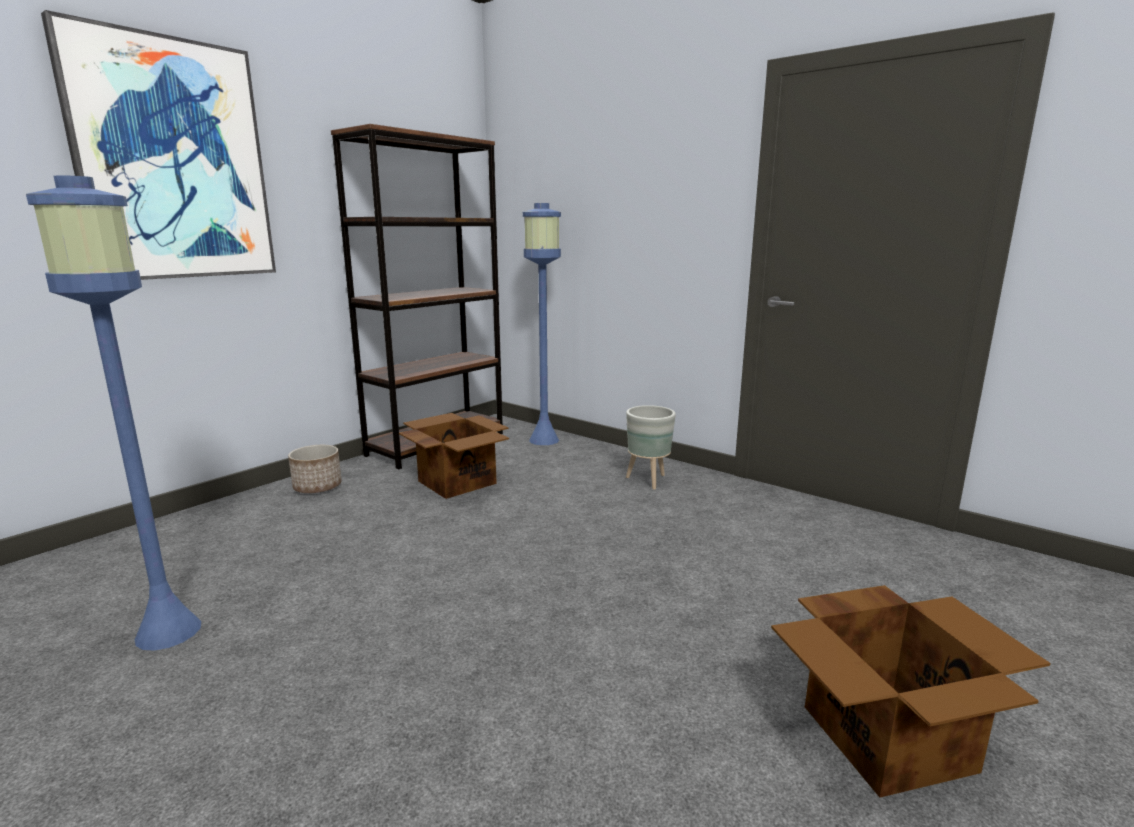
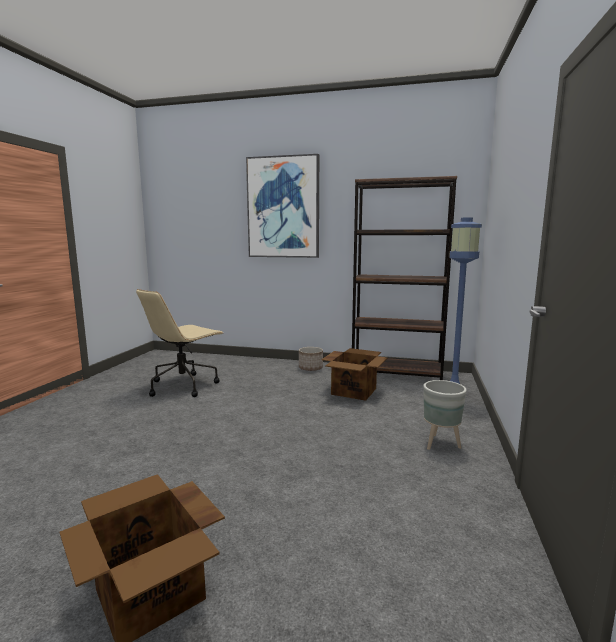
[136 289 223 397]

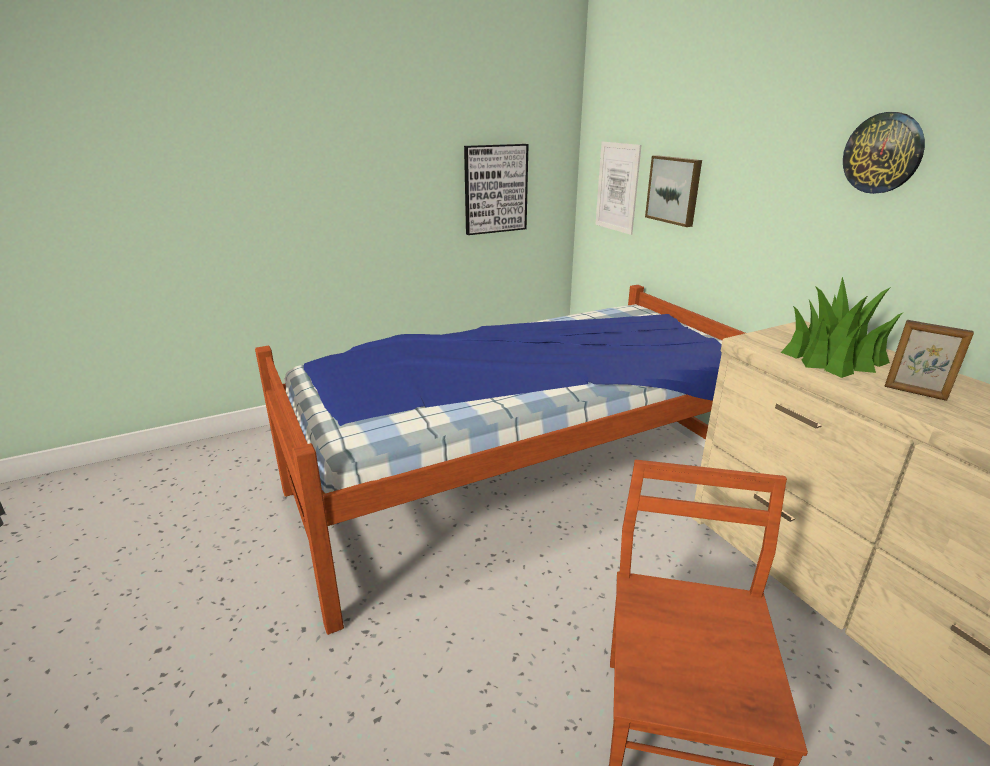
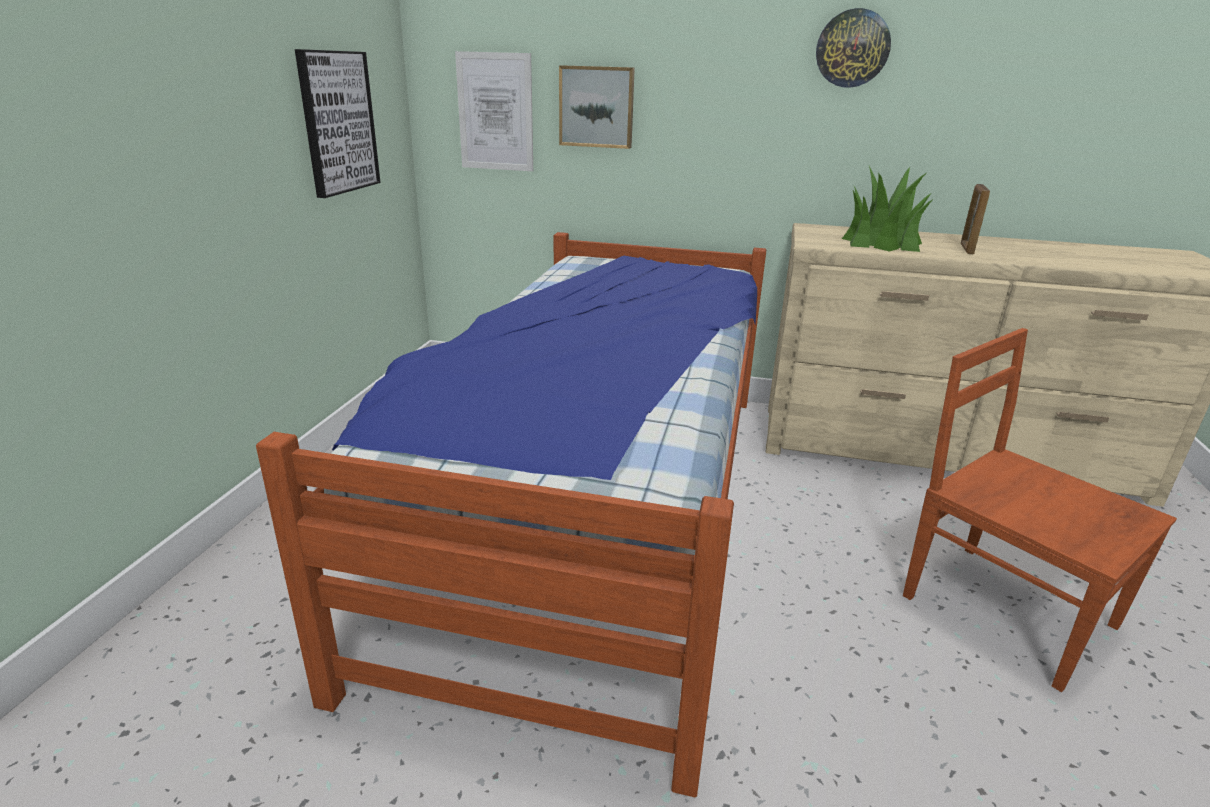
[961 184 990 254]

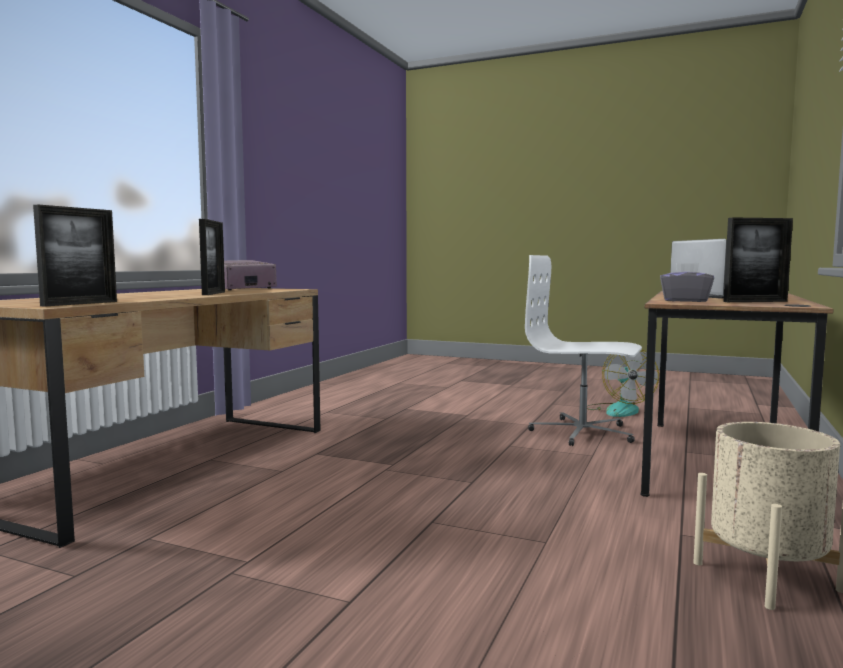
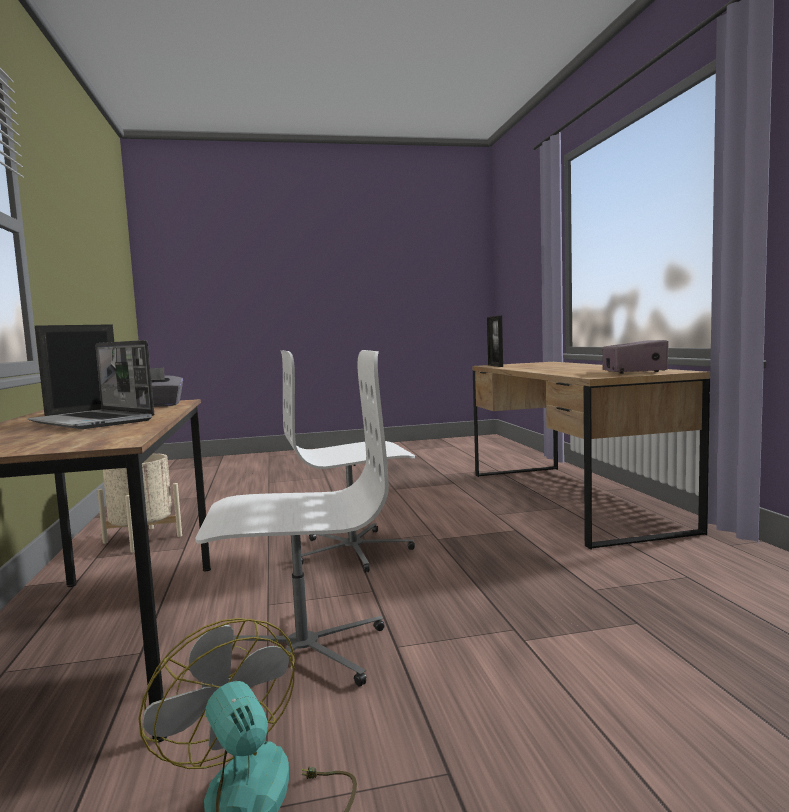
[199 219 225 295] (first image)
[280 350 415 573]

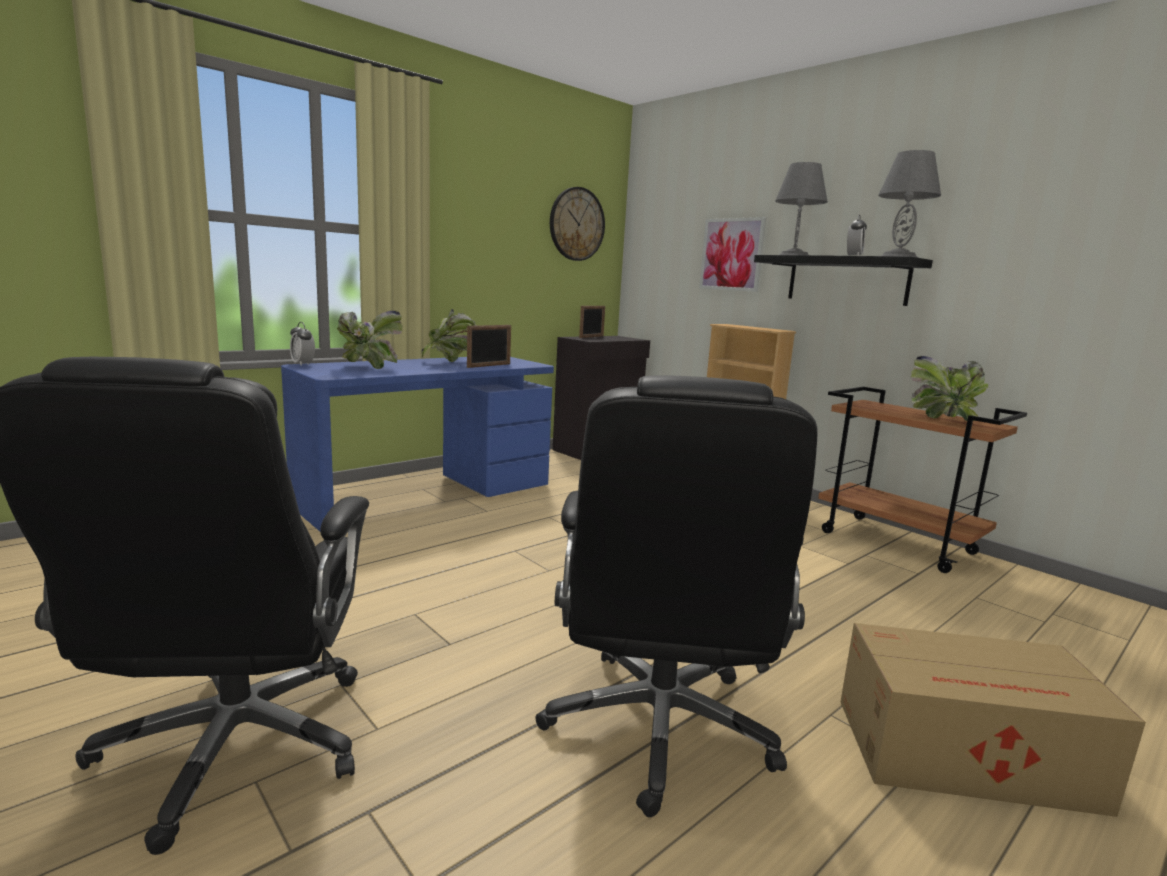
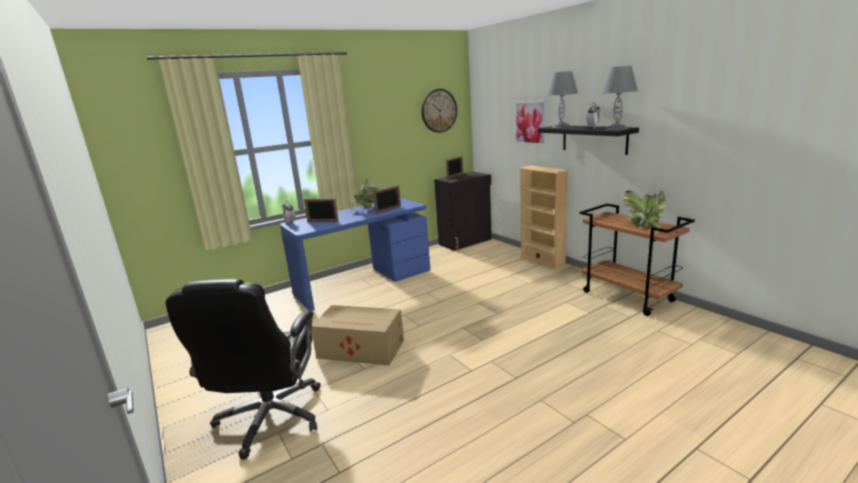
[304 198 339 222]
[535 375 818 817] (first image)
[311 305 404 366]

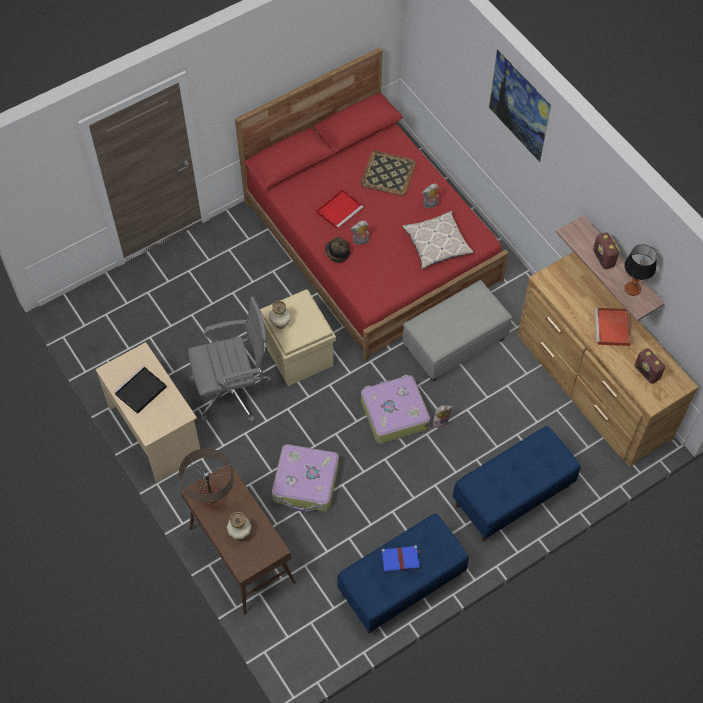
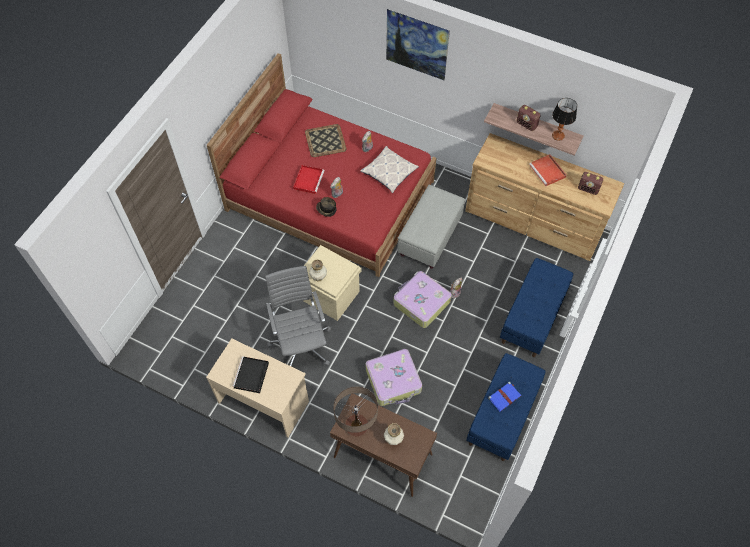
[265 266 332 367]

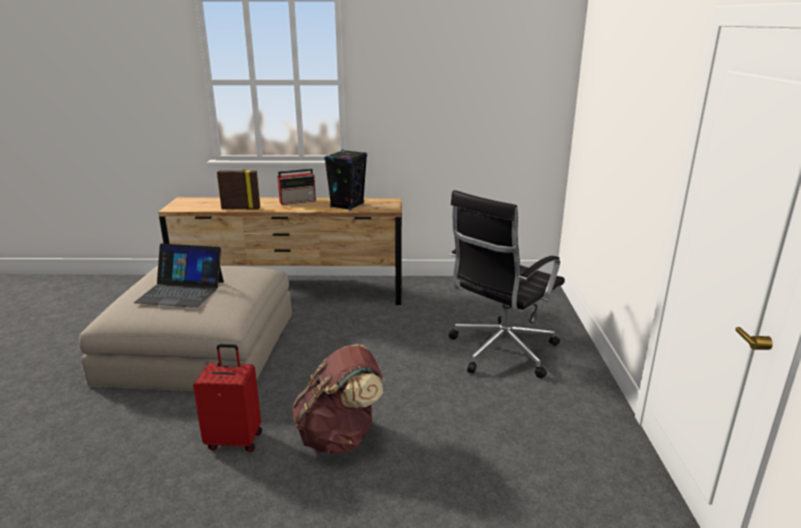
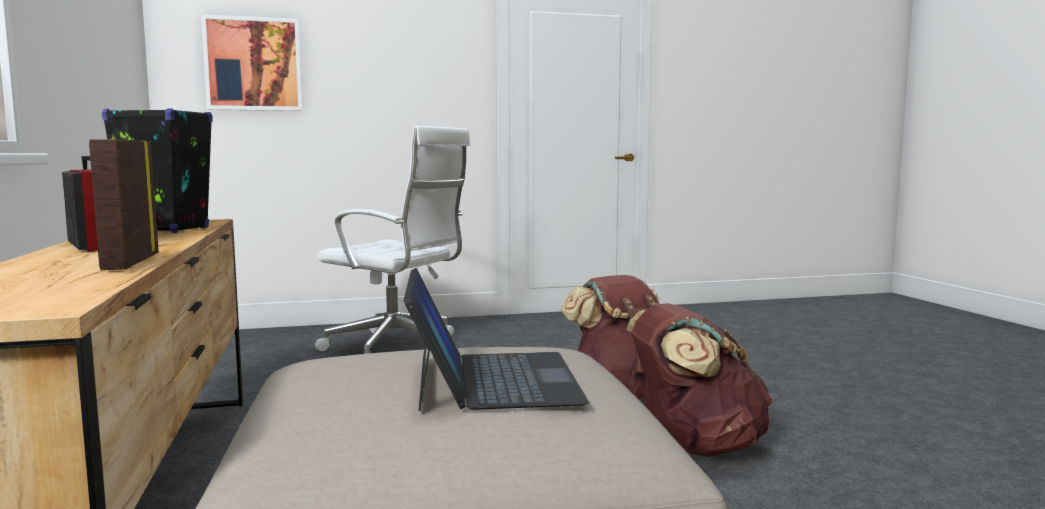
[627 303 773 457]
[315 126 471 354]
[201 14 303 111]

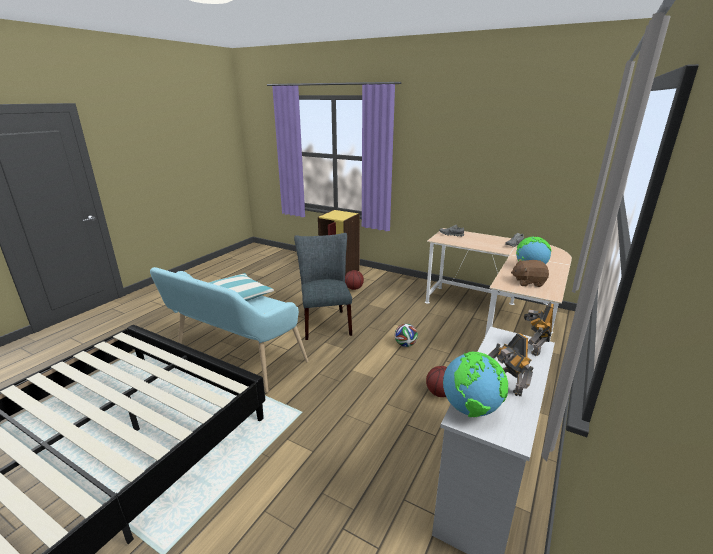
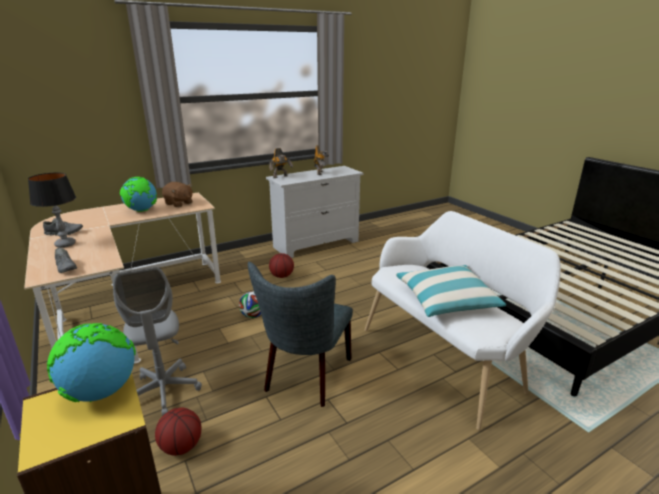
[365 211 561 430]
[47 323 136 403]
[28 172 76 248]
[113 267 202 416]

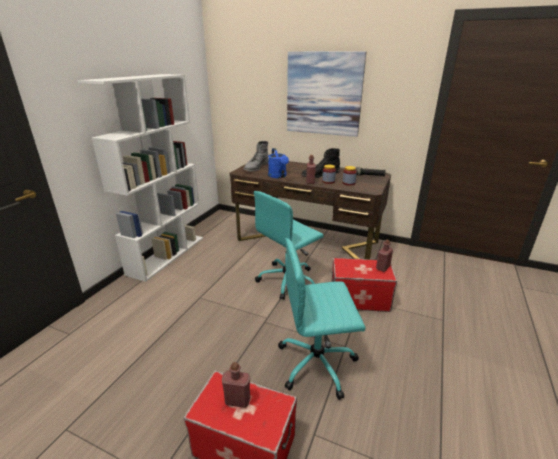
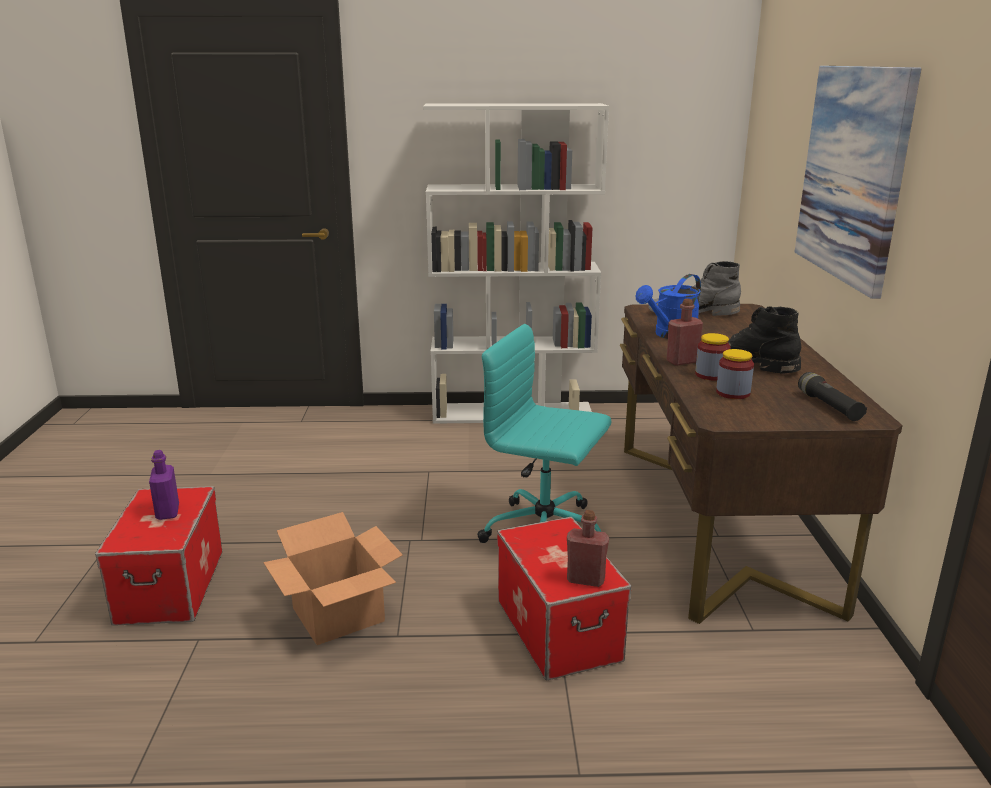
[149 450 179 520]
[263 512 403 645]

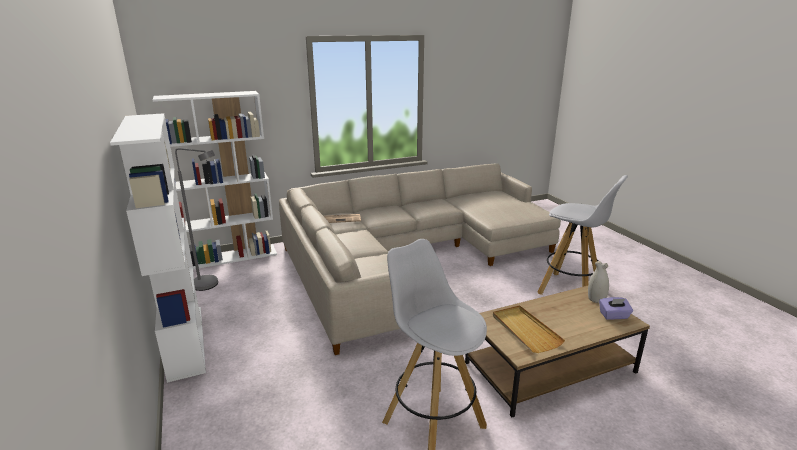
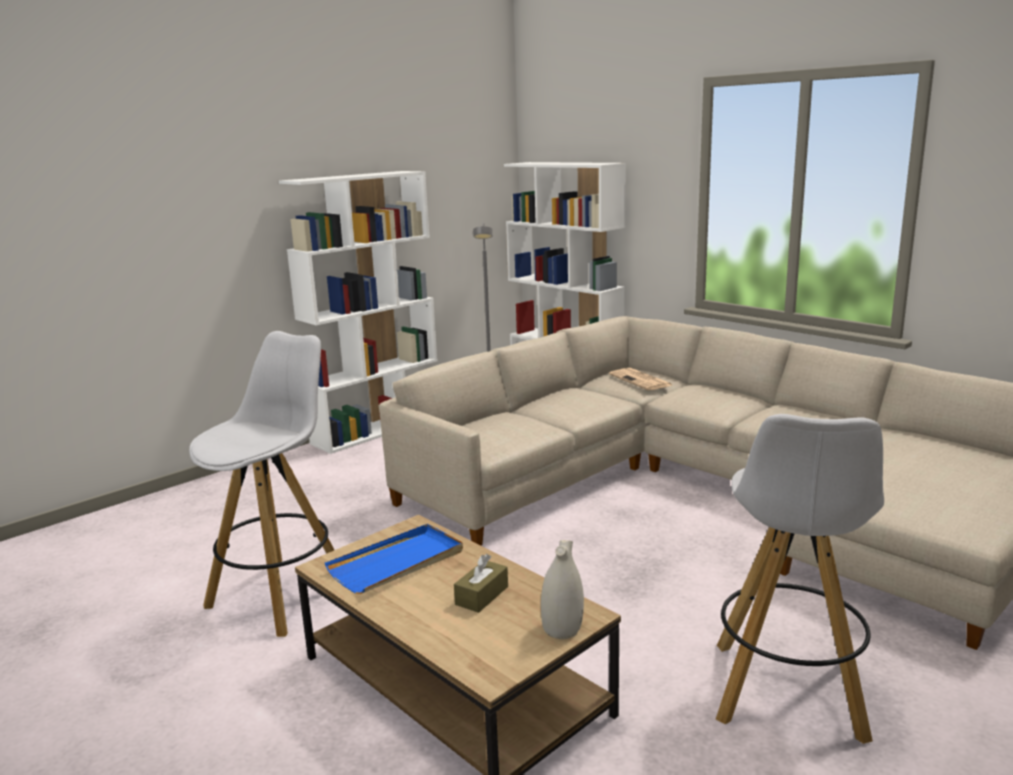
[325 524 463 594]
[599 297 633 320] (first image)
[454 554 508 613]

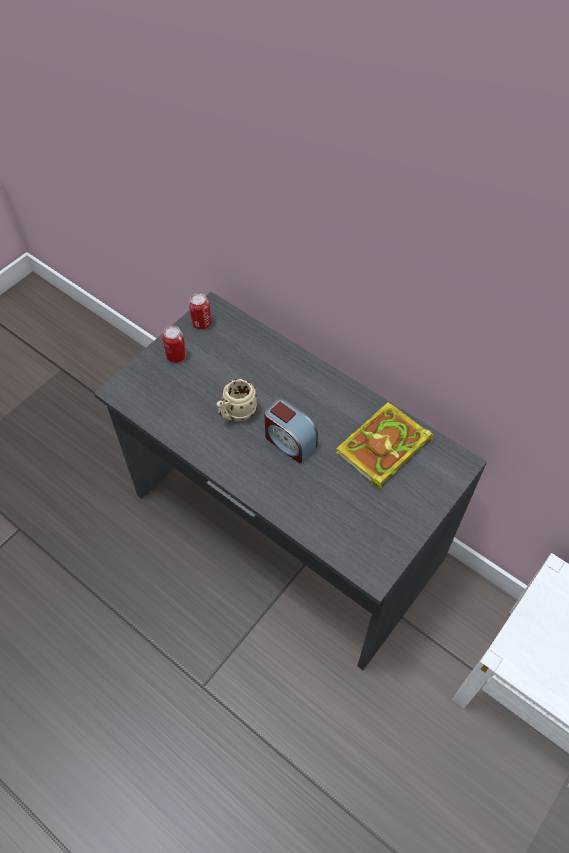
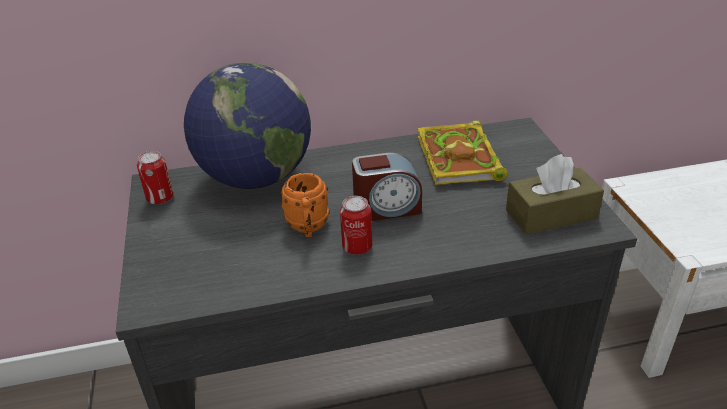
[340 196 372 255]
[280 173 330 237]
[184 62 311 189]
[506 154 604 235]

